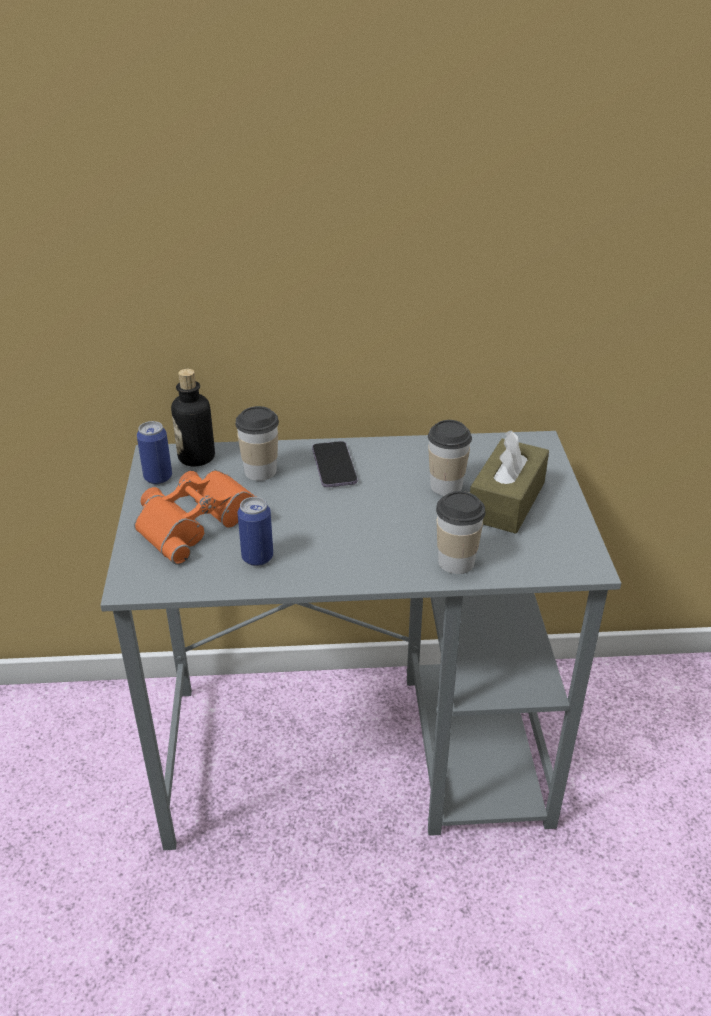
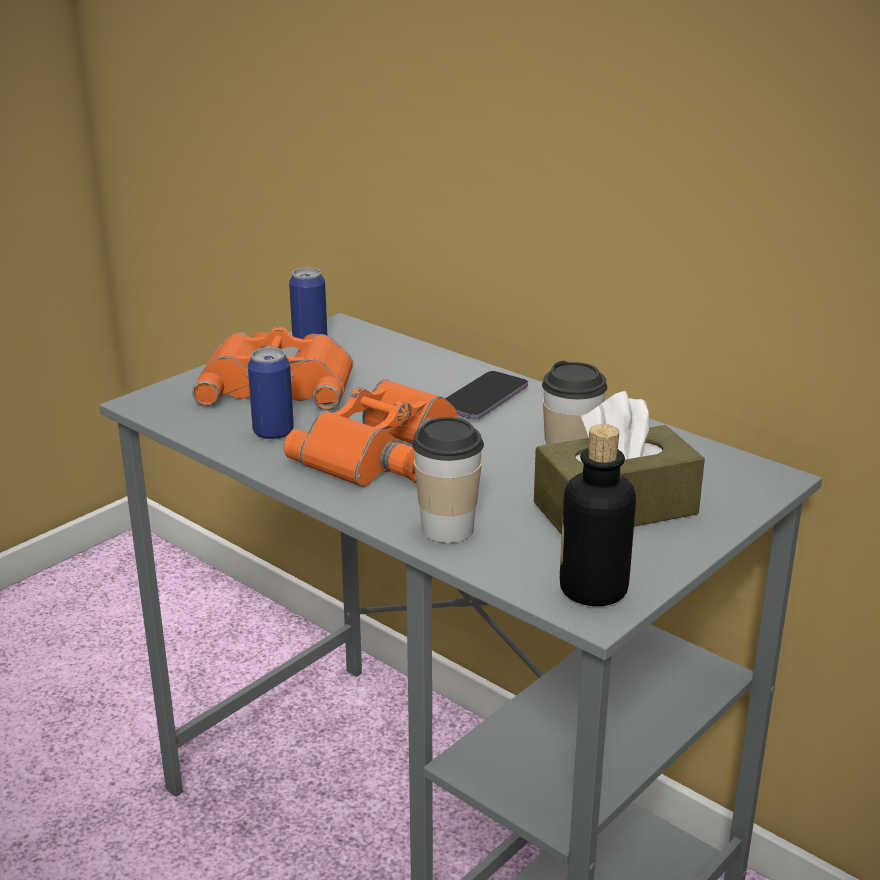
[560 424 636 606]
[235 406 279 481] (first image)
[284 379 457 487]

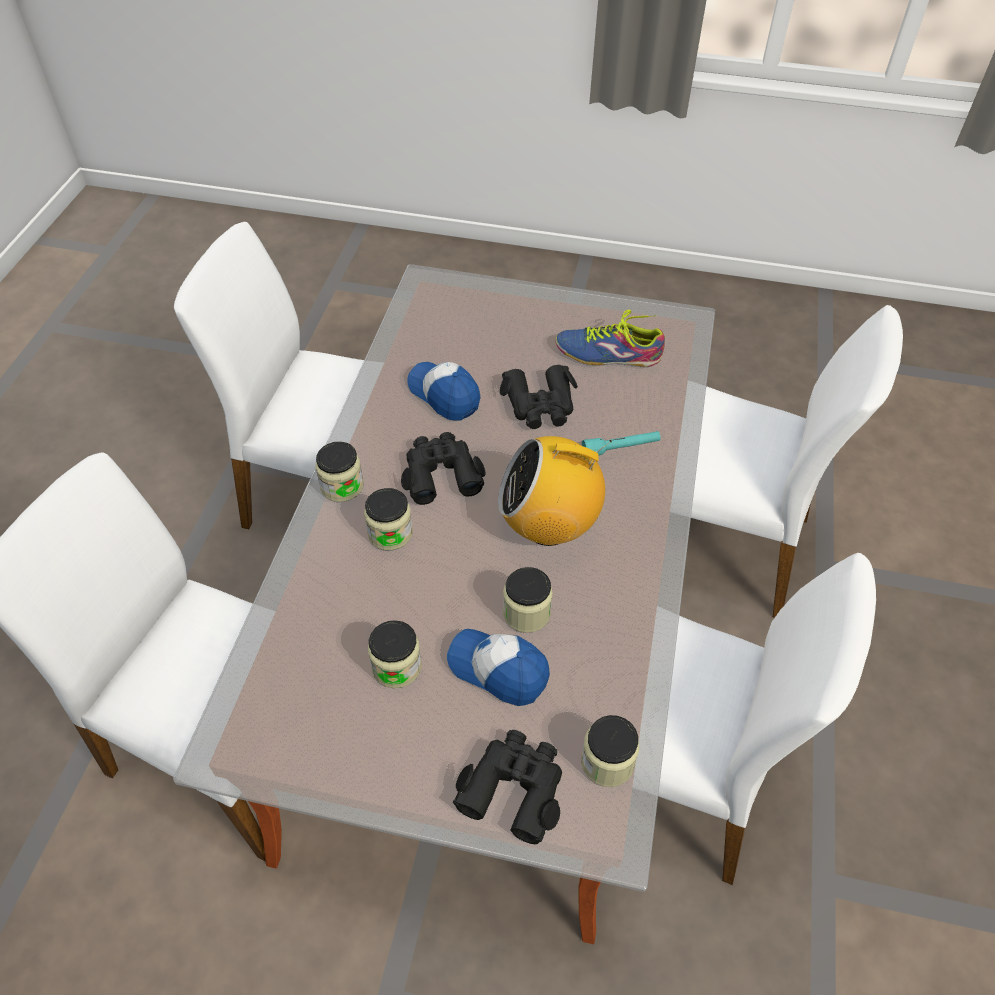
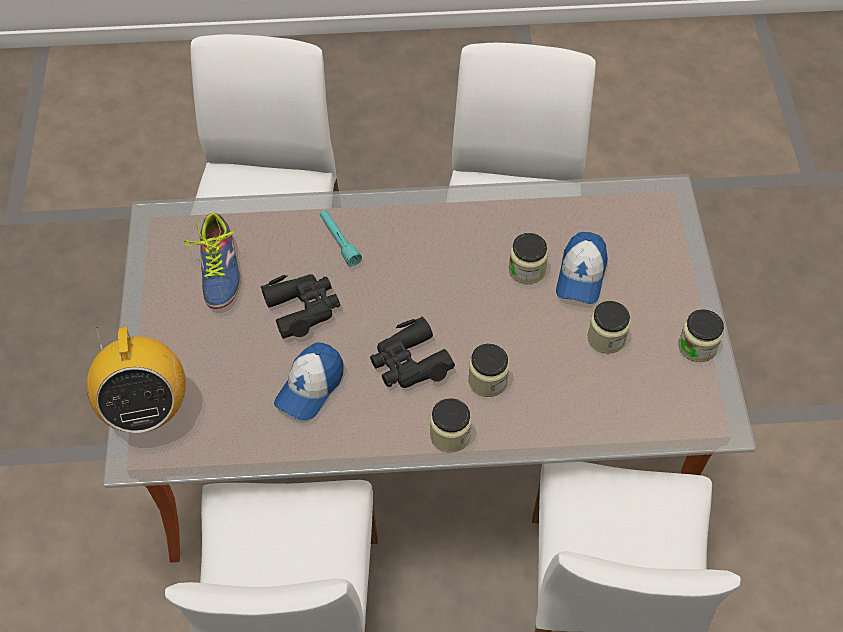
[453 730 562 844] (first image)
[86 327 186 433]
[678 309 724 362]

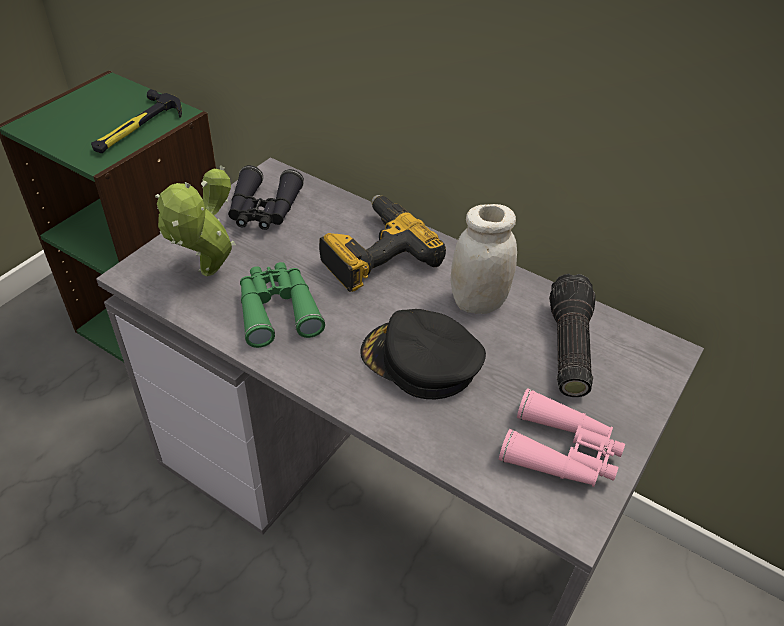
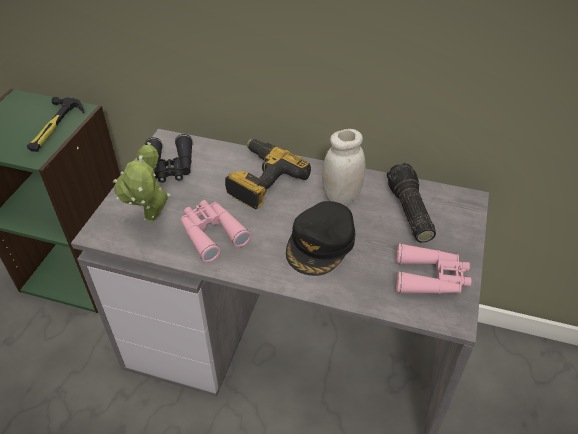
[180 200 251 263]
[286 201 356 276]

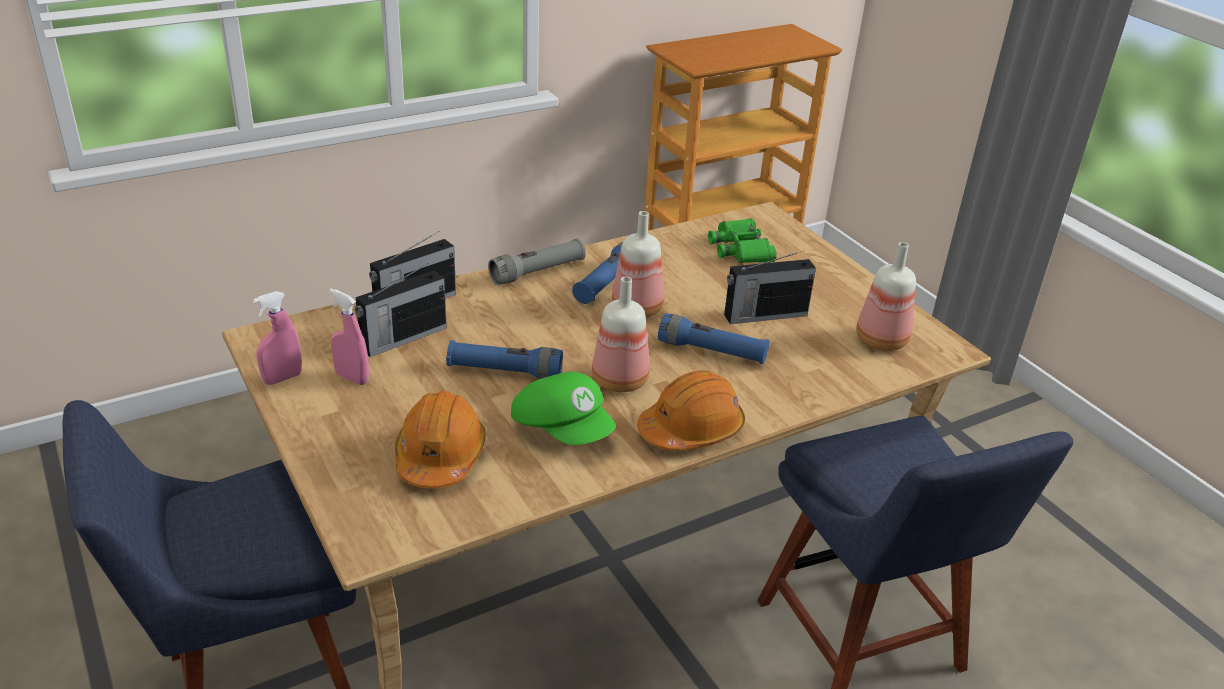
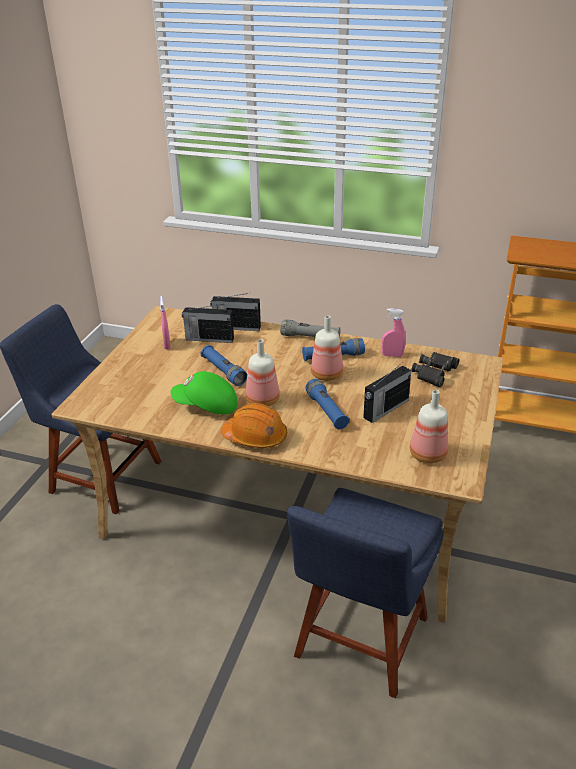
[381 308 406 357]
[395 391 485 489] (first image)
[171 371 237 415]
[411 352 459 387]
[363 362 411 423]

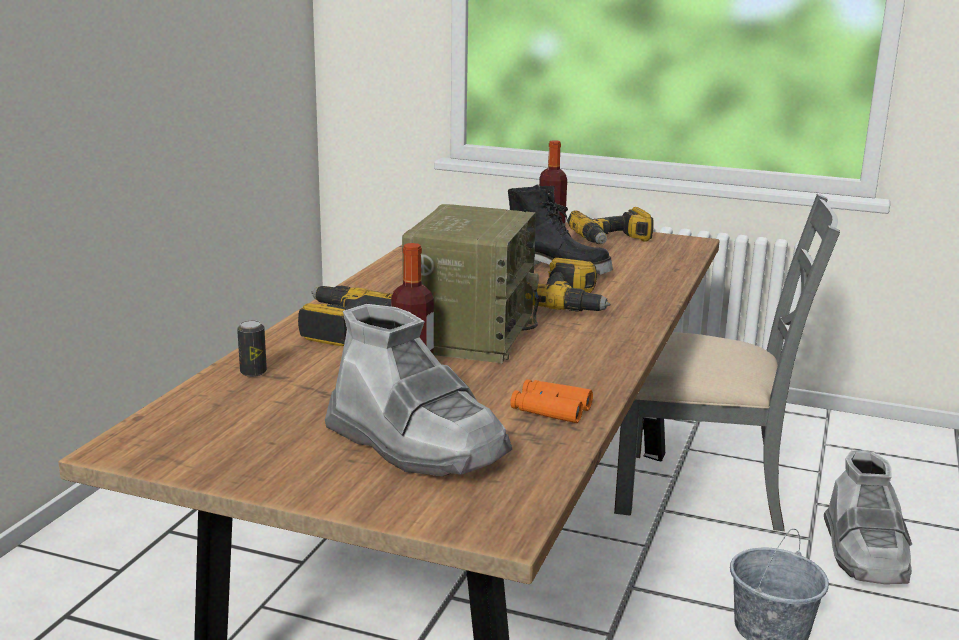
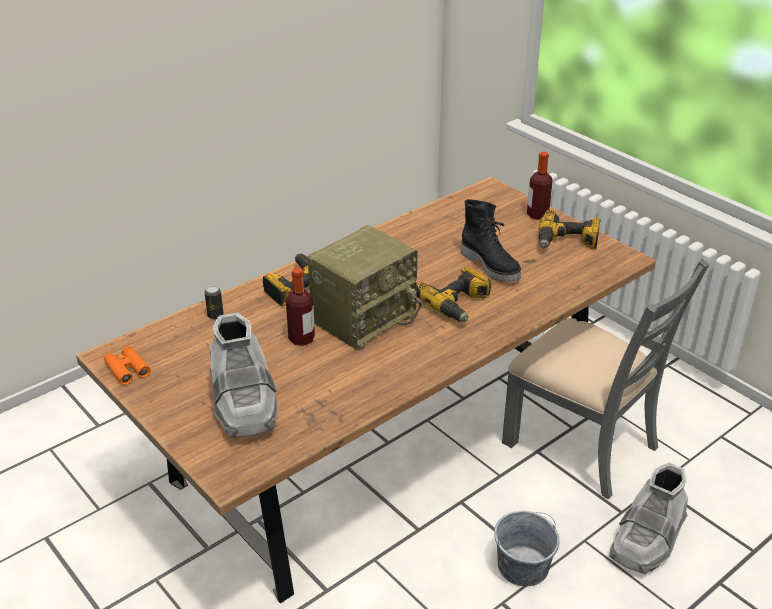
[104 346 151 385]

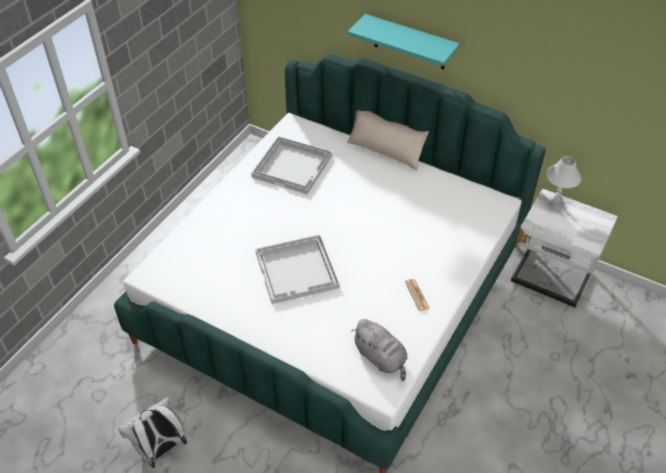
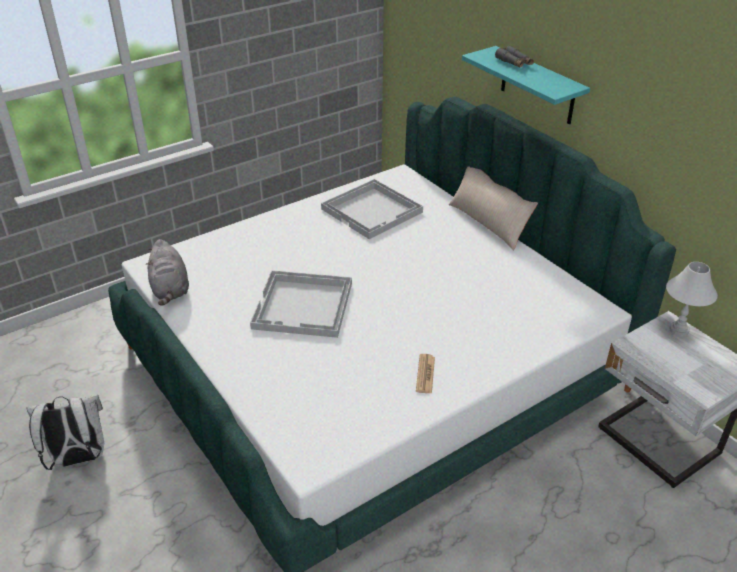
[146 239 189 306]
[495 46 534 67]

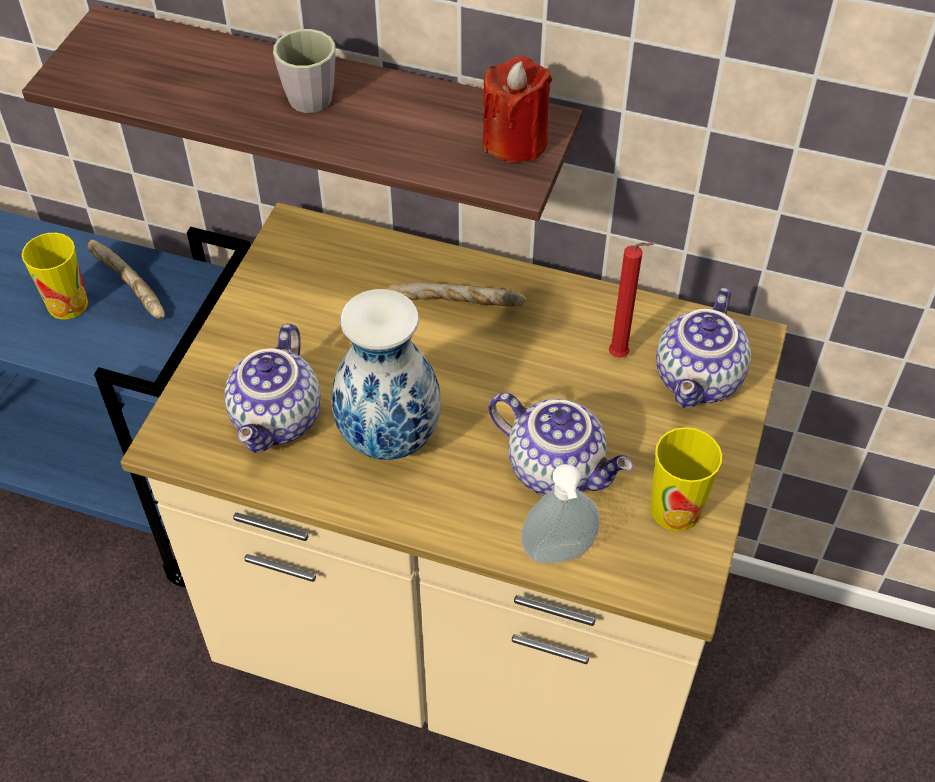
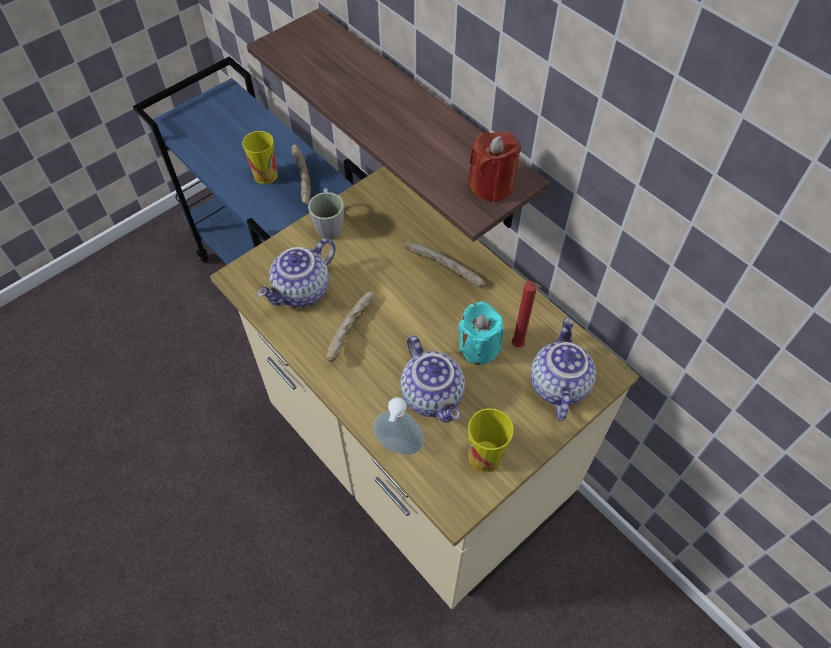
[308 188 344 239]
[326 292 374 362]
[530 317 596 421]
[458 301 504 365]

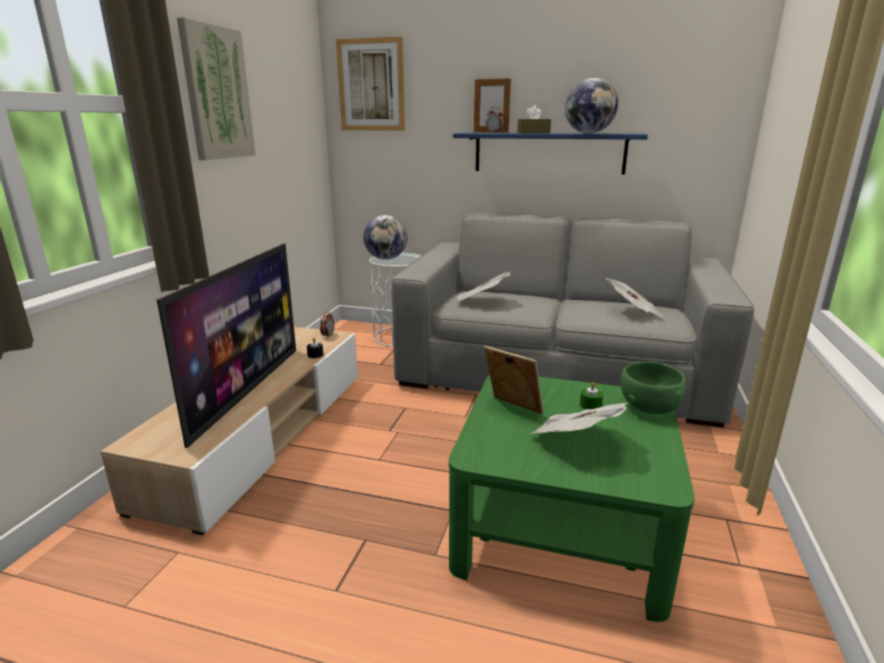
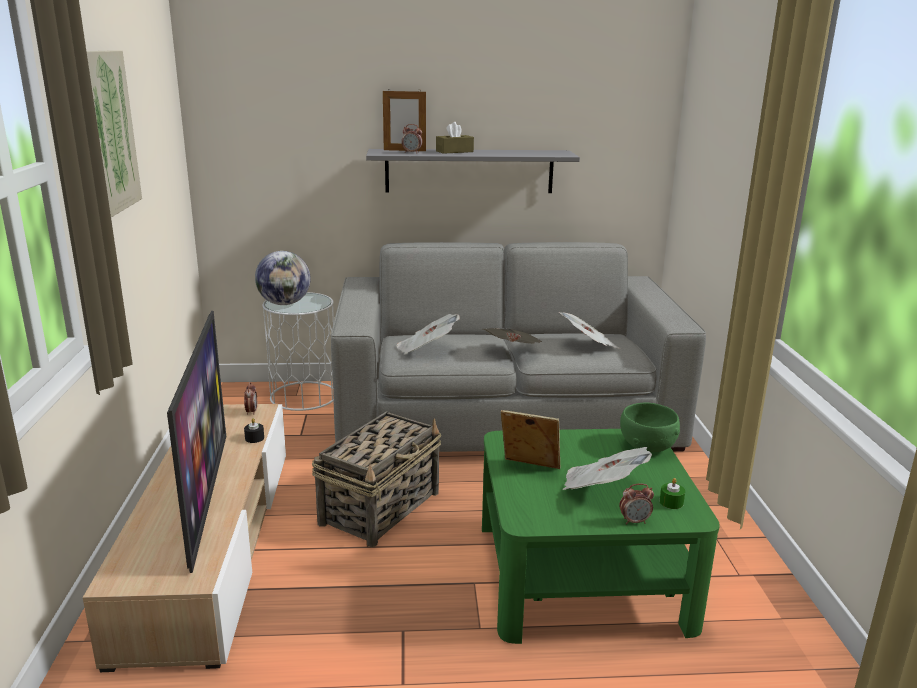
[336 36 405 131] (first image)
[366 149 580 193]
[565 78 618 134] (first image)
[660 478 685 509]
[312 412 441 547]
[483 328 542 344]
[619 483 654 525]

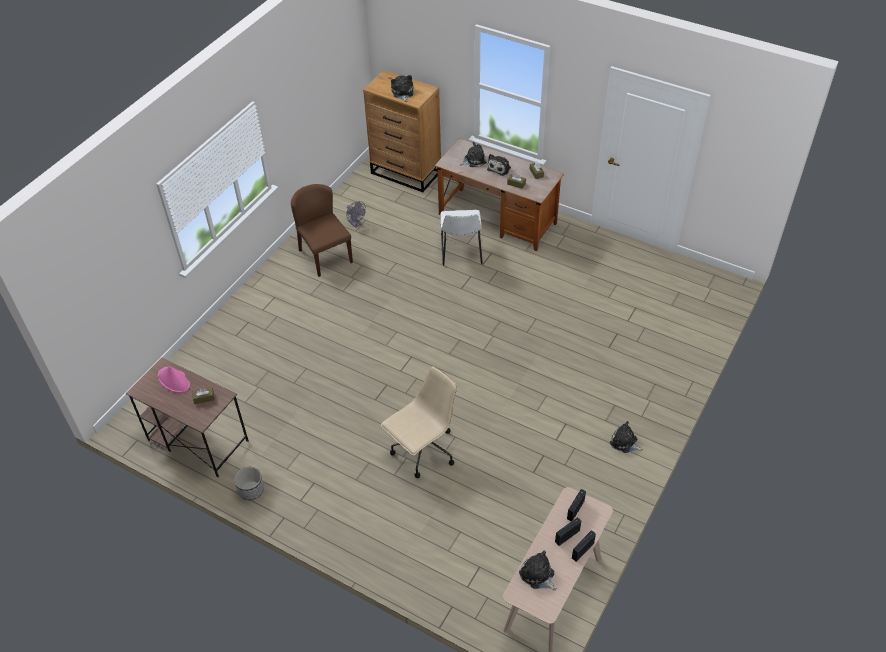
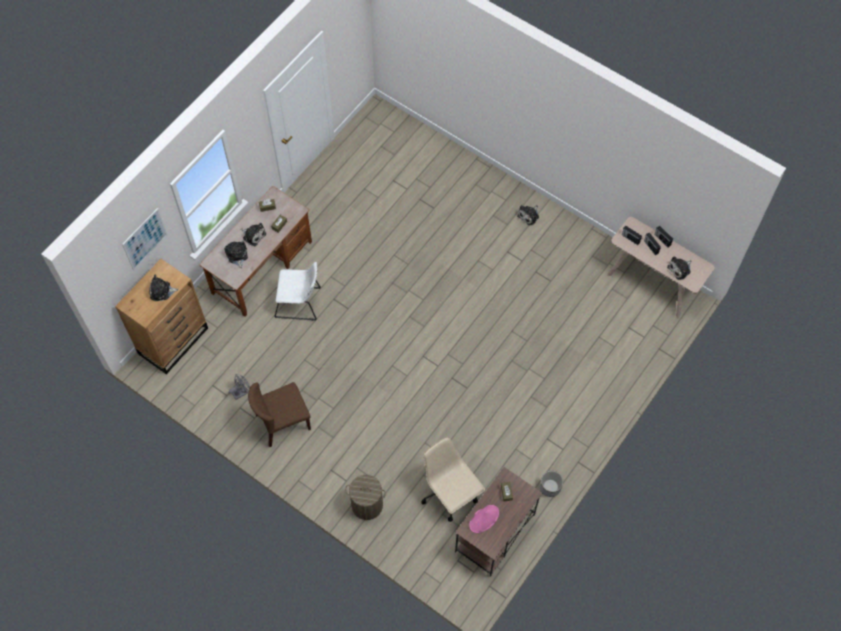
[421 437 485 522]
[122 208 167 270]
[345 475 386 520]

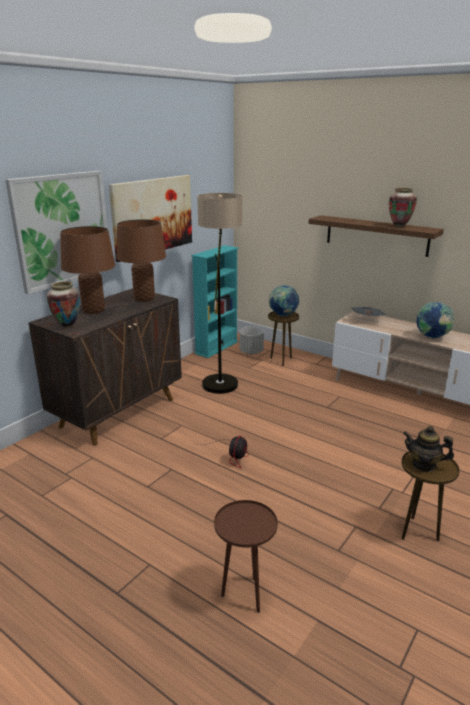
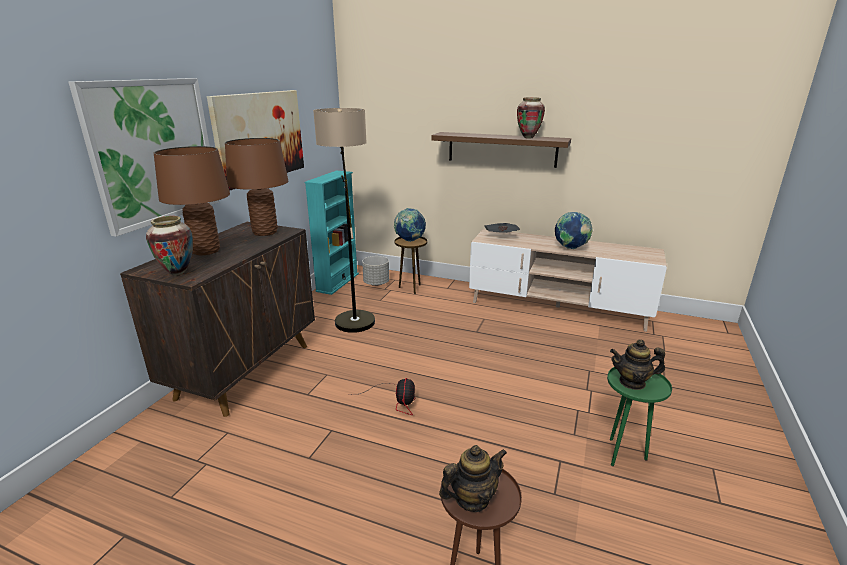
[607 367 672 466]
[439 445 507 512]

